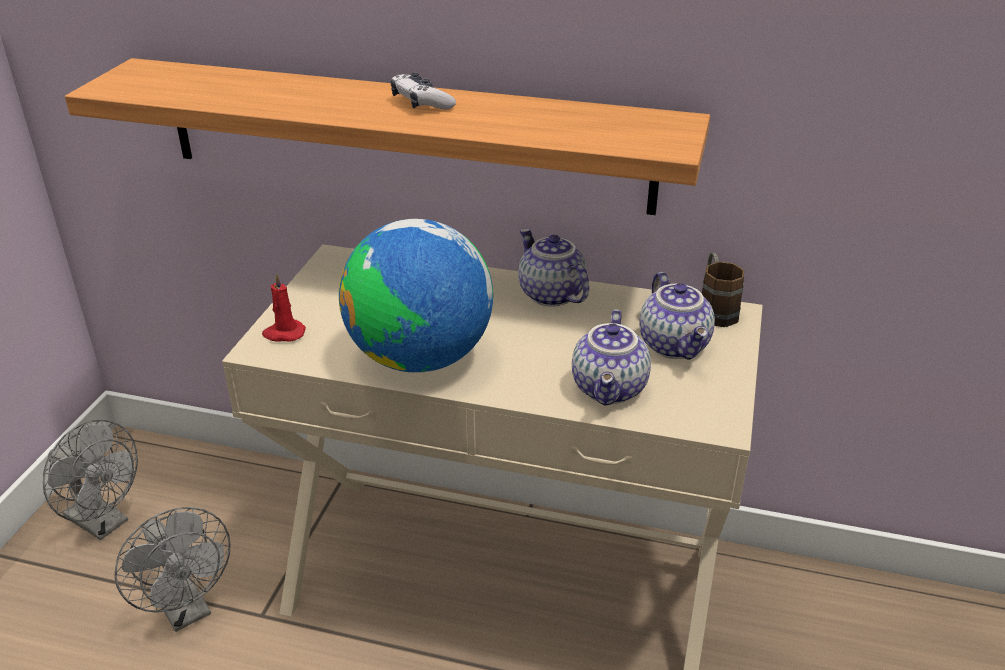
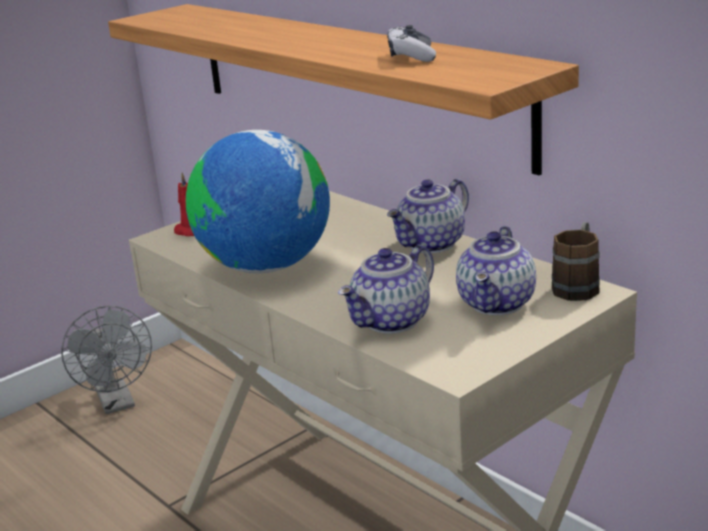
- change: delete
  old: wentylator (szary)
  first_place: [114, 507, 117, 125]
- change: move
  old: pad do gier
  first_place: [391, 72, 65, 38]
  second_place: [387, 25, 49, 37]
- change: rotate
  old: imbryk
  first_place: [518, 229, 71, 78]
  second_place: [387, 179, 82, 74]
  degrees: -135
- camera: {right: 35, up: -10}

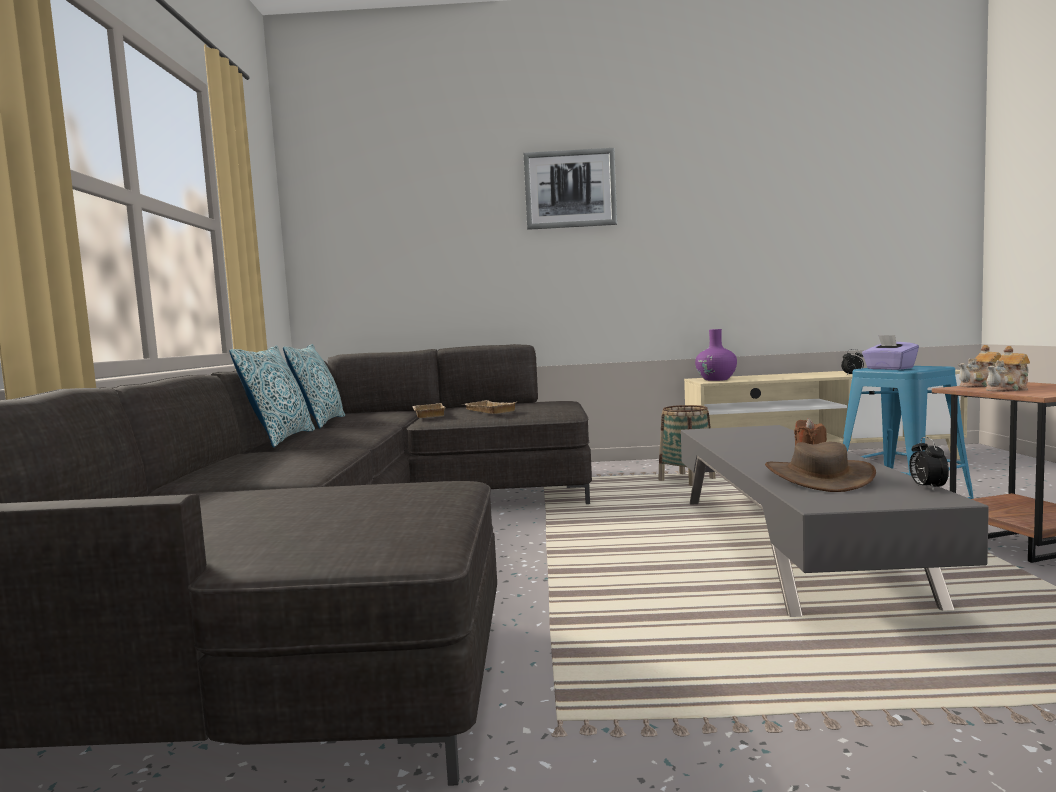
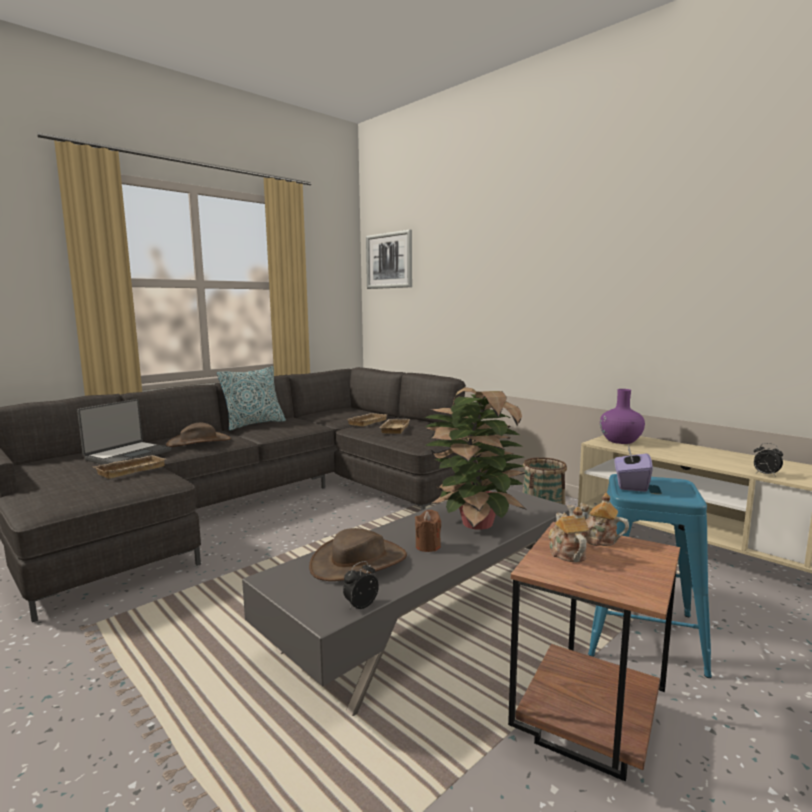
- change: delete
  old: poduszka
  first_place: [283, 344, 62, 84]
- change: insert
  new: laptop
  second_place: [77, 399, 94, 66]
- change: insert
  new: taca (beżowy)
  second_place: [92, 455, 73, 24]
- change: insert
  new: kapelusz (brązowy)
  second_place: [166, 422, 65, 25]
- change: insert
  new: roślina doniczkowa
  second_place: [424, 387, 103, 143]
- change: move
  old: obraz
  first_place: [523, 148, 94, 82]
  second_place: [366, 230, 46, 59]
- change: rotate
  old: imbryk
  first_place: [986, 346, 44, 46]
  second_place: [549, 507, 40, 55]
  degrees: 60
- camera: {right: 45, up: 5}

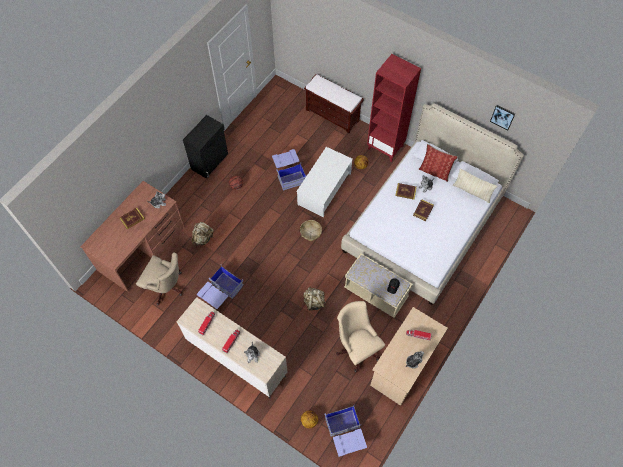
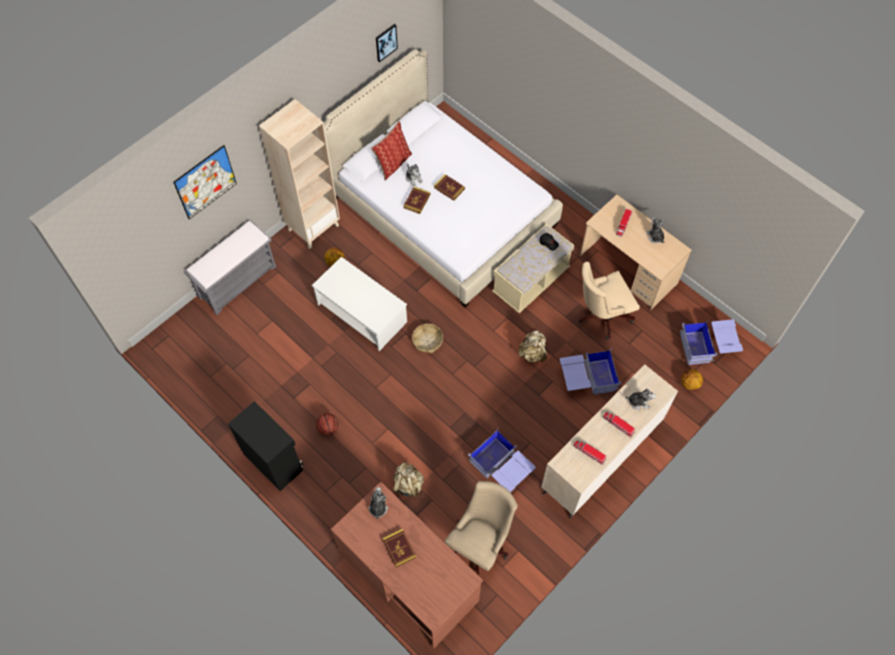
- change: delete
  old: poduszka (beżowy)
  first_place: [453, 168, 45, 35]
- change: insert
  new: obraz
  second_place: [173, 145, 64, 75]
- change: move
  old: pojemnik do przechowywania (niebieski)
  first_place: [272, 149, 35, 41]
  second_place: [560, 348, 61, 47]
- change: recolor
  old: ławka (brązowy)
  new: ławka (szary)
  first_place: [304, 74, 60, 59]
  second_place: [184, 220, 92, 95]
- change: recolor
  old: regał (czerwony)
  new: regał (beżowy)
  first_place: [367, 54, 54, 108]
  second_place: [259, 99, 81, 150]
- camera: {right: -80, up: 0}

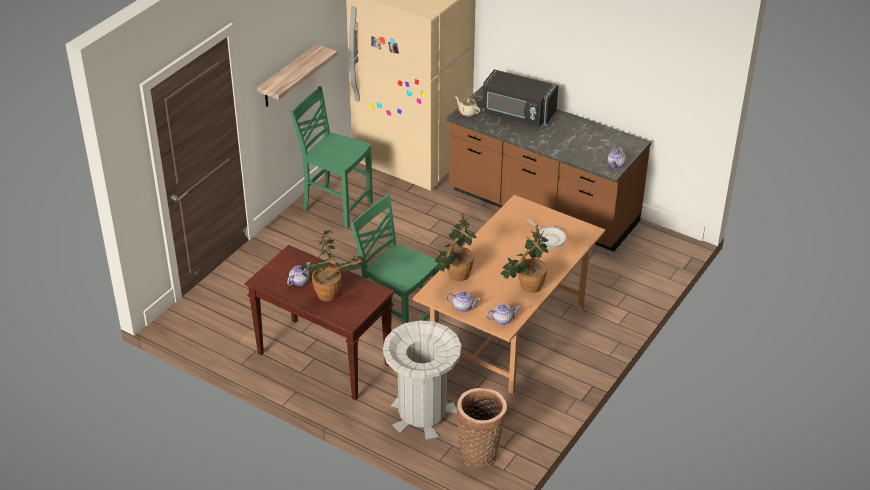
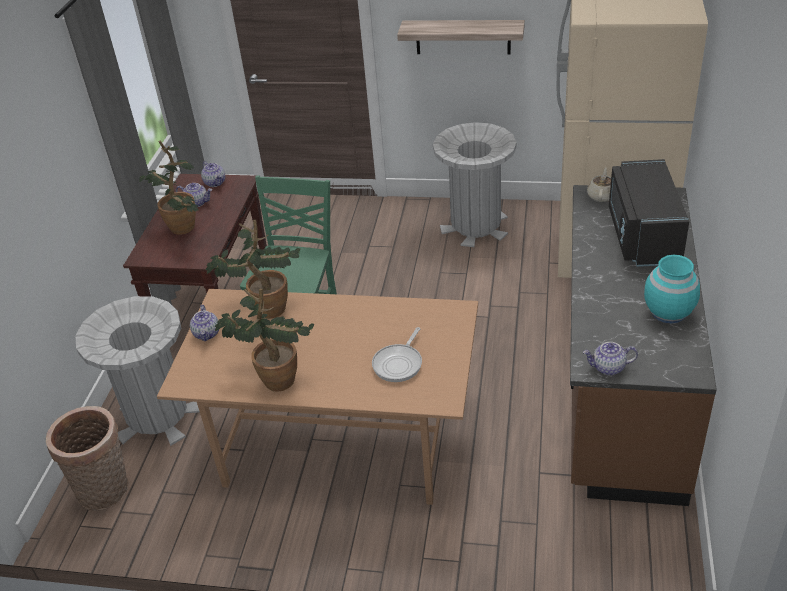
- change: insert
  new: wazon (turkusowy)
  second_place: [644, 255, 56, 68]
- change: move
  old: imbryk
  first_place: [486, 304, 34, 21]
  second_place: [201, 161, 24, 26]
- change: replace
  old: krzesło (zielony)
  new: kosz na śmieci (szary)
  first_place: [291, 86, 82, 143]
  second_place: [433, 122, 83, 125]
- camera: {right: 70, up: 0}

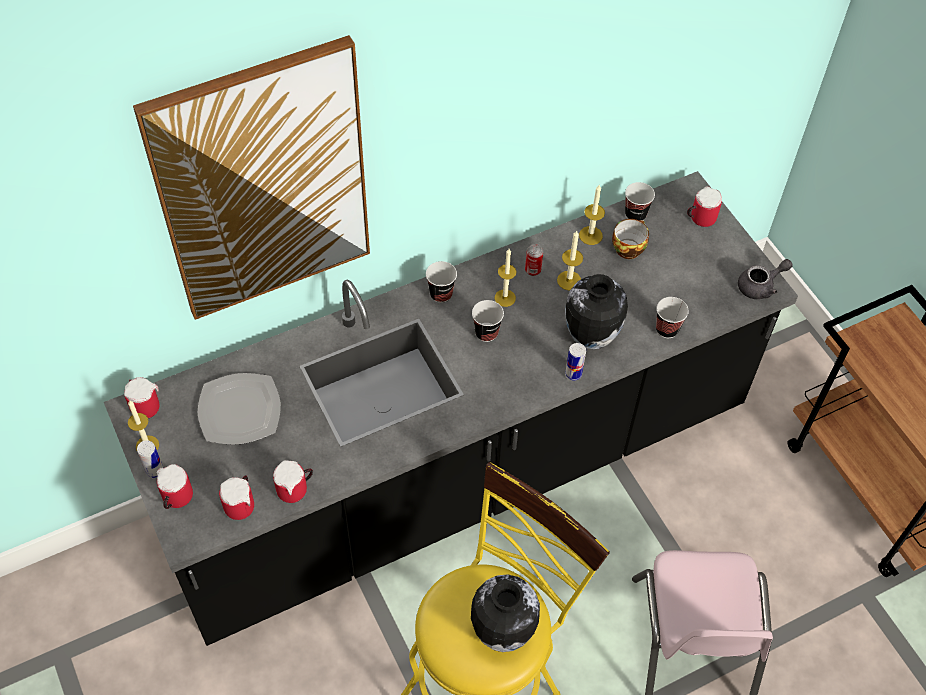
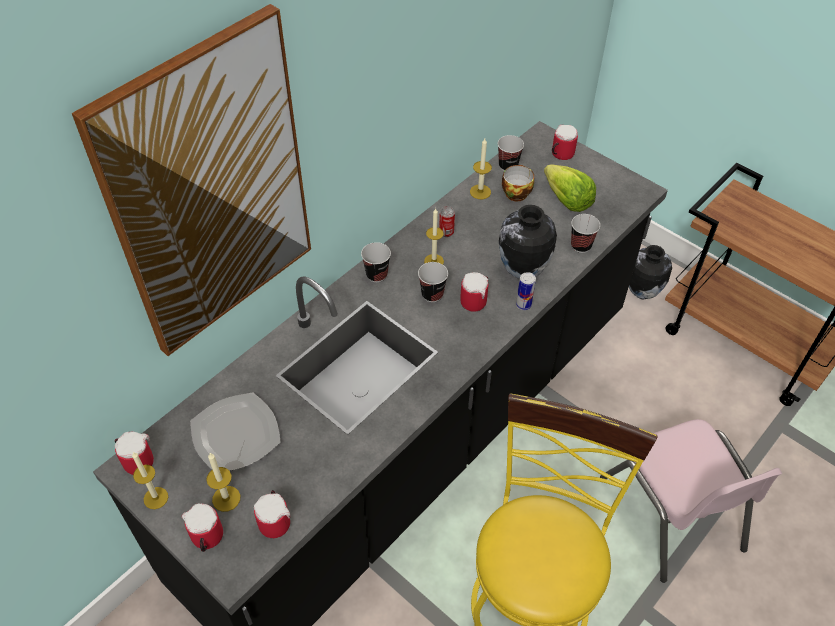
- change: delete
  old: puszka
  first_place: [137, 440, 26, 38]
- change: delete
  old: imbryk (szary)
  first_place: [738, 259, 54, 40]
- change: insert
  new: sałata
  second_place: [544, 164, 52, 48]
- change: move
  old: kubek
  first_place: [273, 460, 40, 43]
  second_place: [460, 272, 28, 40]
- change: move
  old: wazon
  first_place: [471, 574, 69, 78]
  second_place: [629, 245, 43, 54]
- change: move
  old: świeca
  first_place: [557, 231, 26, 60]
  second_place: [206, 453, 35, 59]
- camera: {right: -20, up: -5}

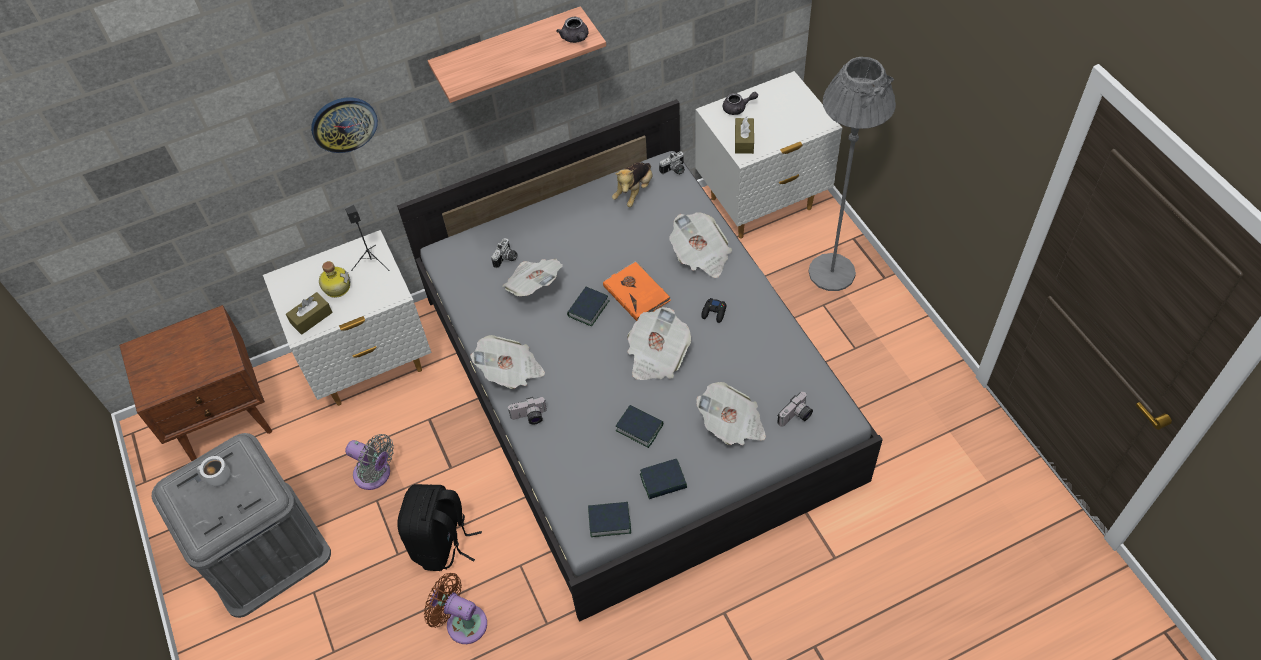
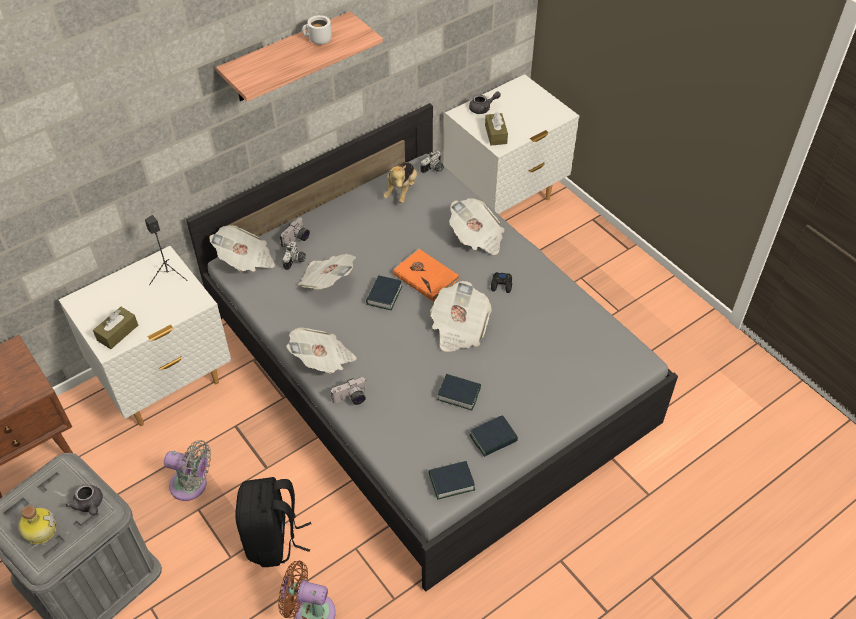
- change: delete
  old: zegar ścienny
  first_place: [311, 98, 67, 55]
- change: delete
  old: lampa stojąca (szary)
  first_place: [809, 57, 87, 234]
- change: move
  old: kubek (biały)
  first_place: [197, 456, 34, 30]
  second_place: [302, 15, 30, 29]
- change: move
  old: butelka
  first_place: [319, 261, 31, 37]
  second_place: [18, 505, 38, 39]
- change: move
  old: imbryk (szary)
  first_place: [556, 17, 32, 26]
  second_place: [66, 484, 37, 31]
- change: move
  old: gazeta
  first_place: [696, 382, 70, 63]
  second_place: [210, 225, 65, 47]
- change: move
  old: aparat fotograficzny
  first_place: [777, 392, 36, 35]
  second_place: [280, 217, 30, 31]
- camera: {right: -15, up: -5}

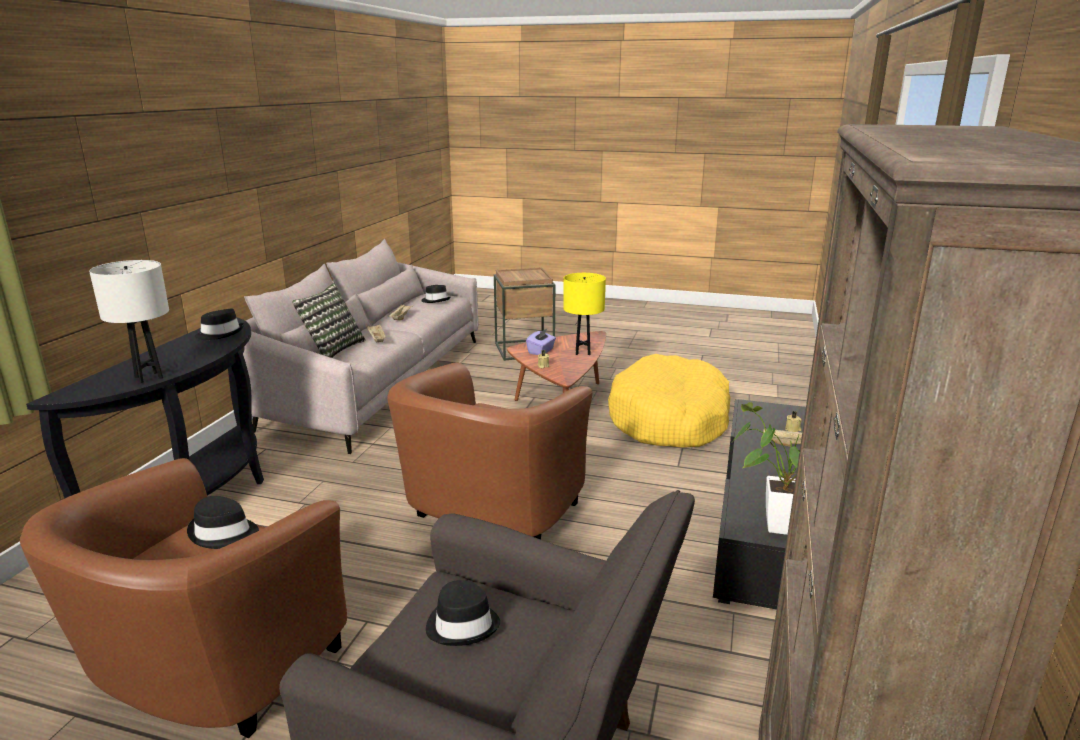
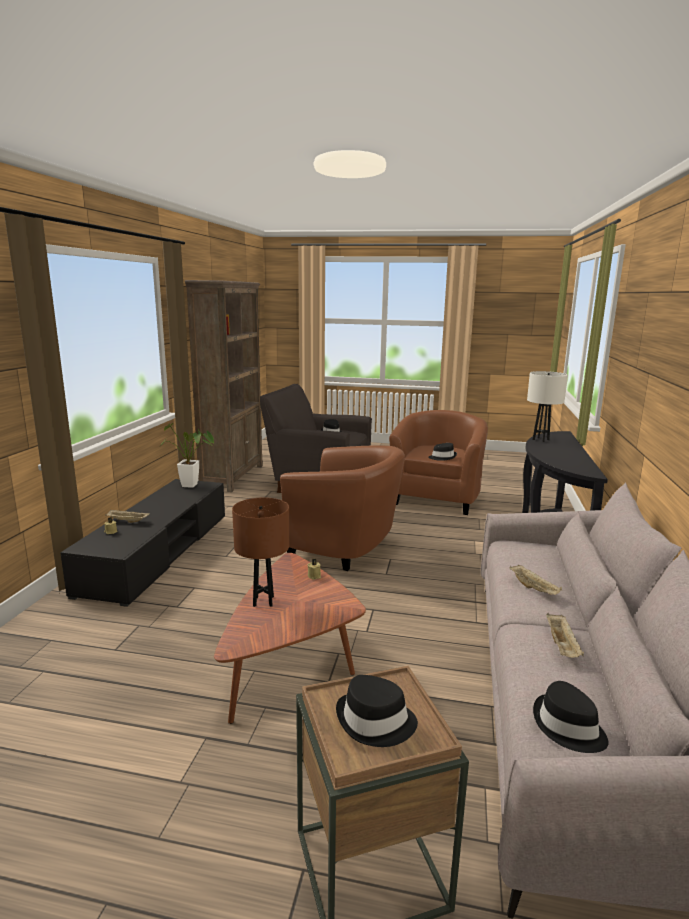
- change: delete
  old: poduszka
  first_place: [292, 283, 73, 75]
- change: delete
  old: pudełko chusteczek (fioletowy)
  first_place: [526, 329, 30, 26]
- change: delete
  old: legowisko (żółty)
  first_place: [608, 354, 122, 94]
- change: move
  old: kapelusz (czarny)
  first_place: [195, 309, 49, 31]
  second_place: [336, 675, 82, 72]
- change: recolor
  old: lampa stołowa (żółty)
  new: lampa stołowa (brązowy)
  first_place: [563, 273, 43, 82]
  second_place: [232, 497, 57, 110]
- change: rotate
  old: fotel (brązowy)
  first_place: [387, 362, 206, 177]
  second_place: [280, 445, 125, 126]
  degrees: 90
- camera: {right: 175, up: -5}

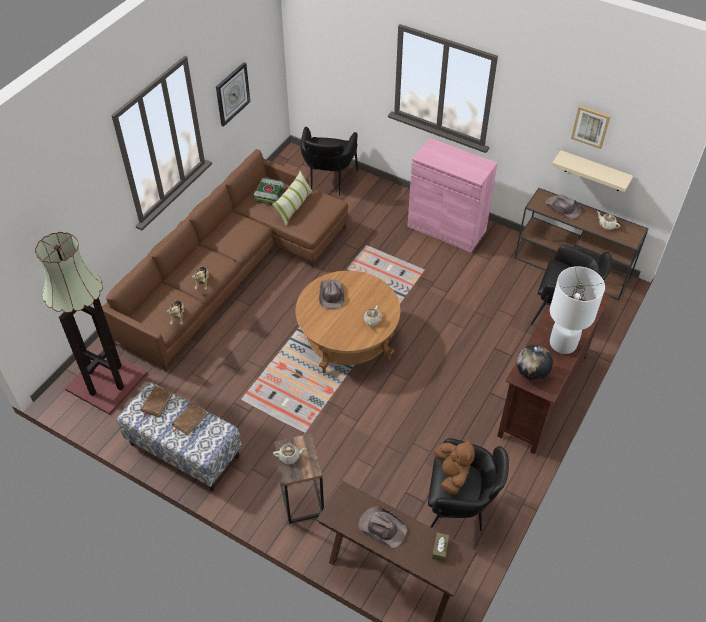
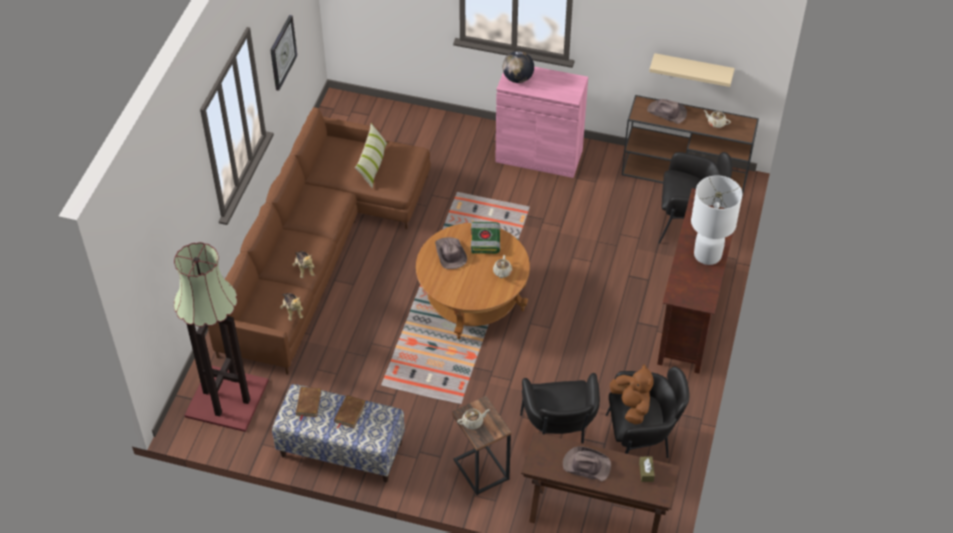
- change: delete
  old: obraz
  first_place: [571, 106, 40, 43]
- change: move
  old: książka
  first_place: [254, 178, 31, 27]
  second_place: [470, 222, 30, 32]
- change: move
  old: fotel (czarny)
  first_place: [300, 127, 58, 69]
  second_place: [520, 373, 80, 71]
- change: move
  old: globus
  first_place: [517, 345, 36, 36]
  second_place: [503, 51, 31, 32]
- camera: {right: -15, up: 0}

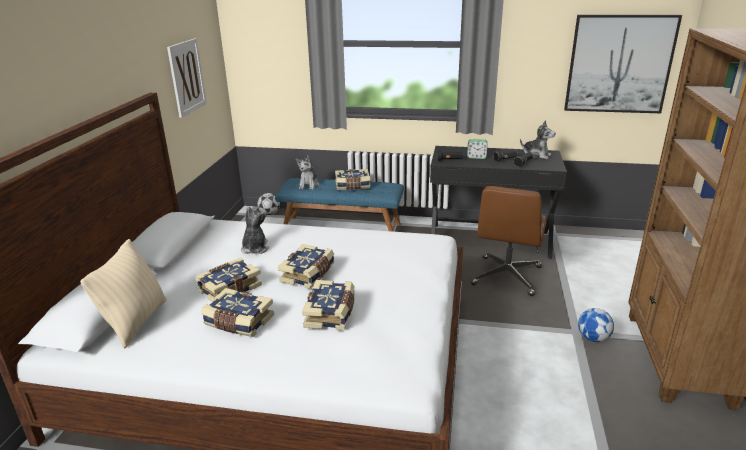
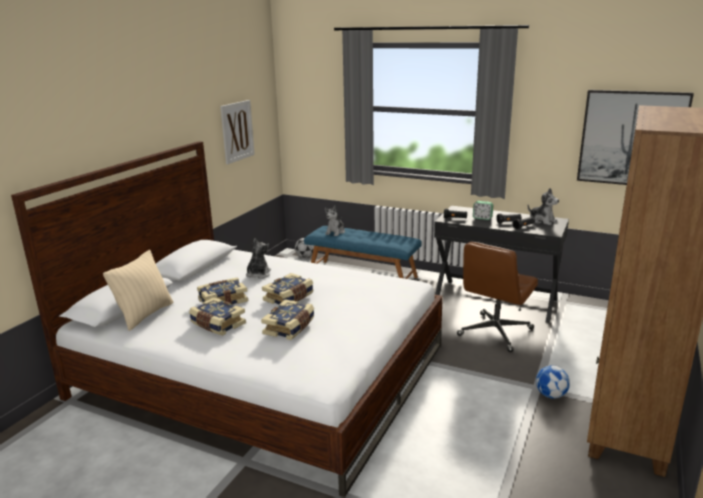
- change: delete
  old: książka
  first_place: [335, 169, 35, 21]
- camera: {right: 15, up: -5}

